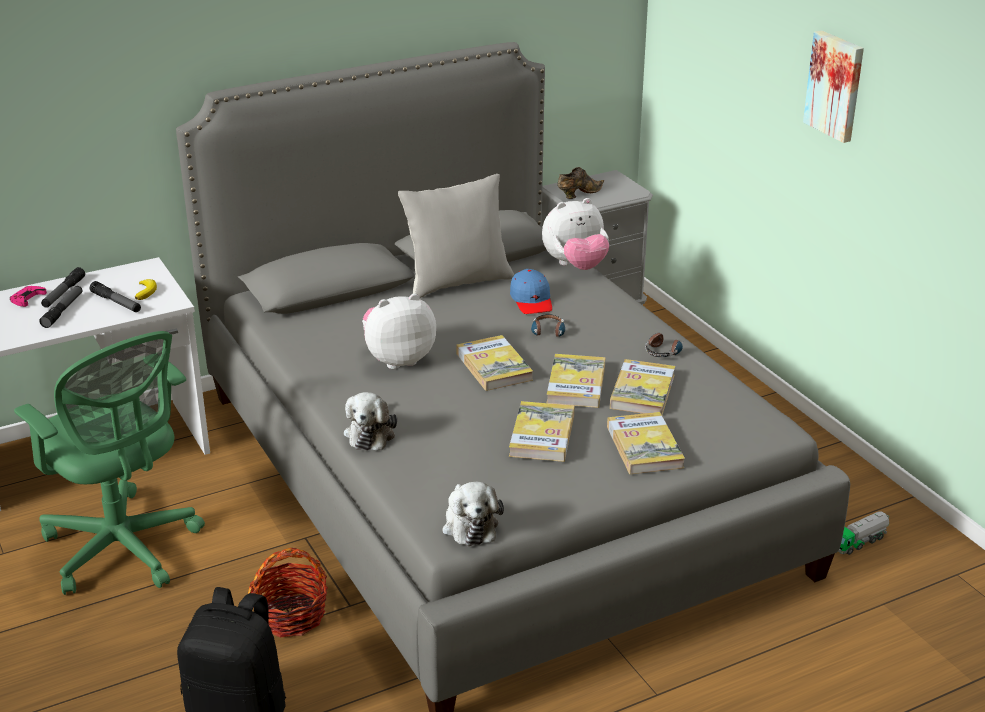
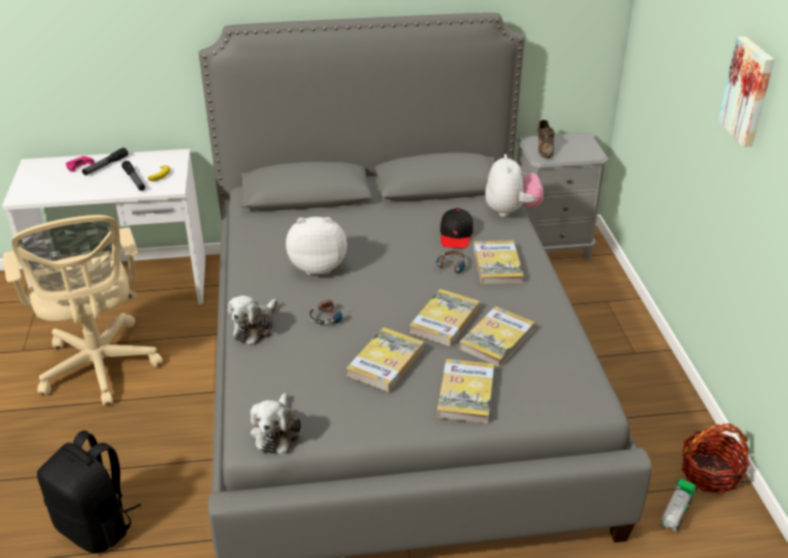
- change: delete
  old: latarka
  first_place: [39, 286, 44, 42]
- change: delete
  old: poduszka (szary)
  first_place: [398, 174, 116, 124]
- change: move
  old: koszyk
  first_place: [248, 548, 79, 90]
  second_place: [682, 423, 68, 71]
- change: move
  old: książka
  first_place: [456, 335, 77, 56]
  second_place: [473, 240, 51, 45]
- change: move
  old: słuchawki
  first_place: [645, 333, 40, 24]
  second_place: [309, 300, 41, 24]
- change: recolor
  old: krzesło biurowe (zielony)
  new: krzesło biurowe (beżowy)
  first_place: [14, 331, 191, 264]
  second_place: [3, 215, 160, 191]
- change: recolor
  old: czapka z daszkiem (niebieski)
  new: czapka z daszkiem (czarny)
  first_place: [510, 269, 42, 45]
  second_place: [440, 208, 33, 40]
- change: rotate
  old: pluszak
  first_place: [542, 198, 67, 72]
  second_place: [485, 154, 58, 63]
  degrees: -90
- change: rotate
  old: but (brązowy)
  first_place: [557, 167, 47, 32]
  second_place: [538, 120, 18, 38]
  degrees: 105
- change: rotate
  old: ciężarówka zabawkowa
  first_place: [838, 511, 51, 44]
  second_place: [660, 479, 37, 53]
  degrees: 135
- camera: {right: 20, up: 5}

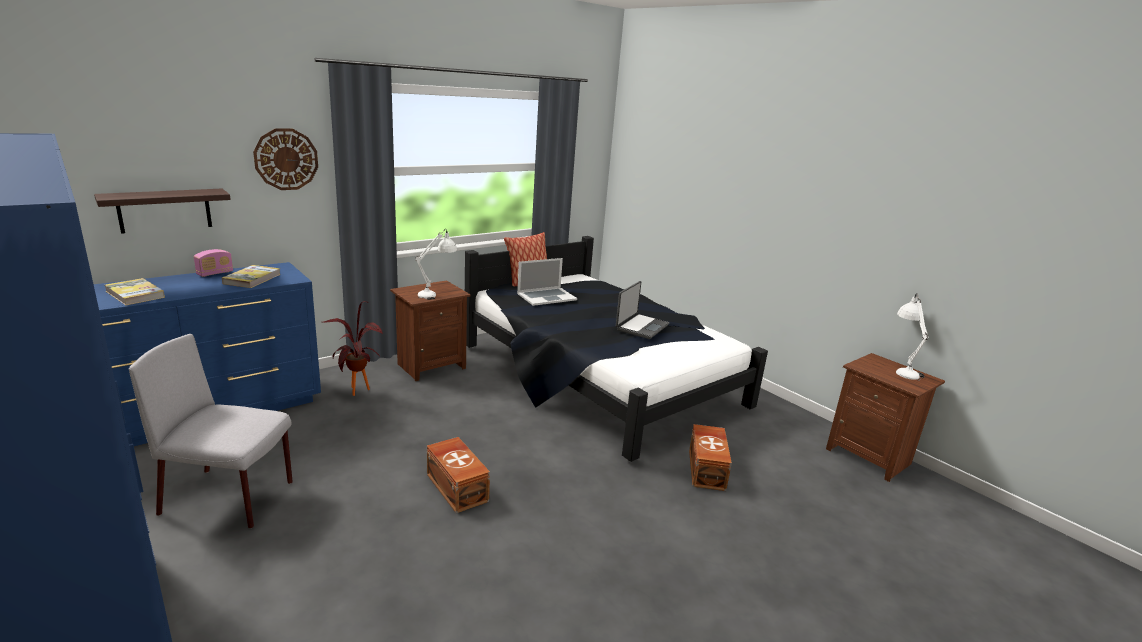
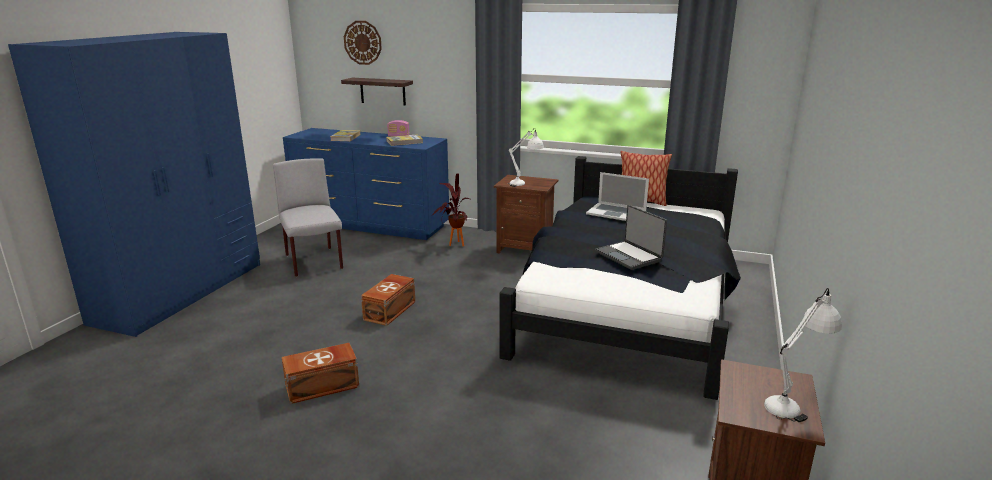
- change: move
  old: zegar ścienny
  first_place: [253, 128, 65, 62]
  second_place: [344, 21, 38, 44]
- change: move
  old: pojemnik do przechowywania (brązowy)
  first_place: [689, 424, 43, 67]
  second_place: [282, 343, 77, 61]
- change: rotate
  old: laptop
  first_place: [616, 281, 53, 58]
  second_place: [595, 205, 72, 65]
  degrees: 60
- camera: {right: 60, up: 0}

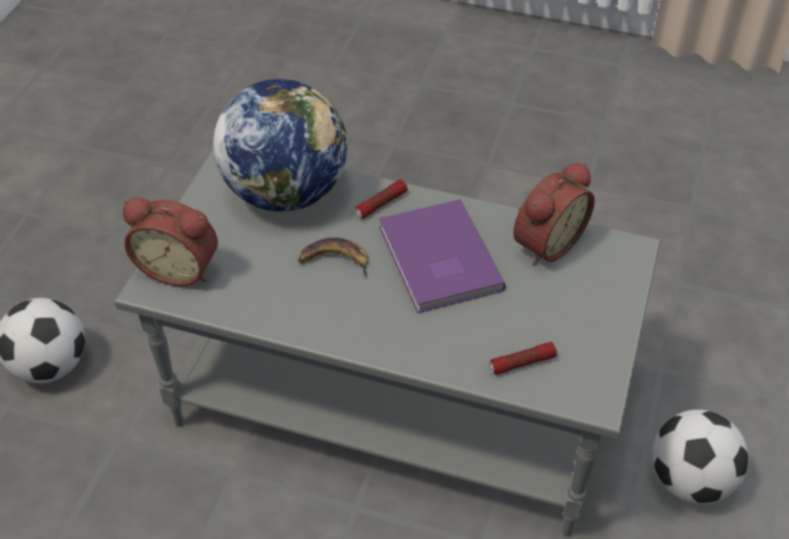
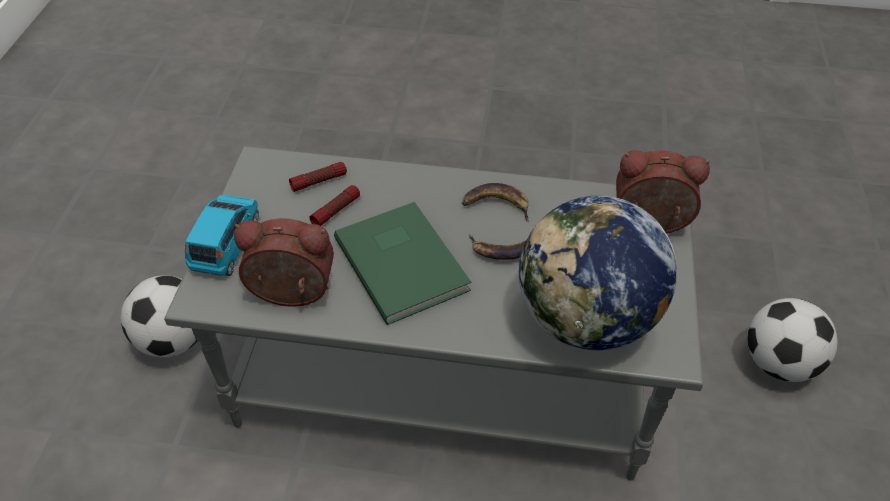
- change: insert
  new: samochodzik (niebieski)
  second_place: [185, 195, 74, 81]
- change: insert
  new: banan
  second_place: [462, 183, 67, 38]
- change: move
  old: latarka
  first_place: [355, 179, 52, 39]
  second_place: [309, 185, 51, 41]
- change: recolor
  old: książka (fioletowy)
  new: książka (zielony)
  first_place: [379, 199, 127, 114]
  second_place: [334, 202, 137, 123]
- change: rotate
  old: budzik
  first_place: [513, 162, 82, 103]
  second_place: [234, 218, 100, 89]
  degrees: 60
- camera: {right: 170, up: 0}

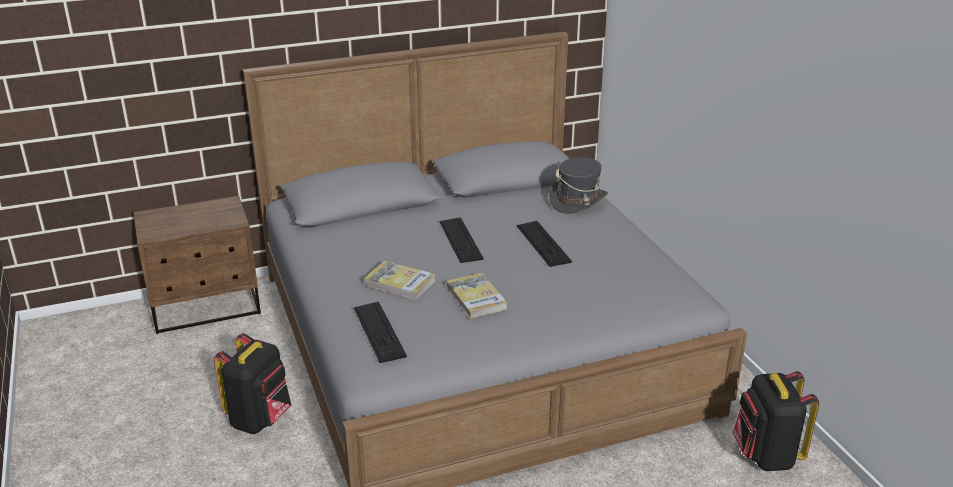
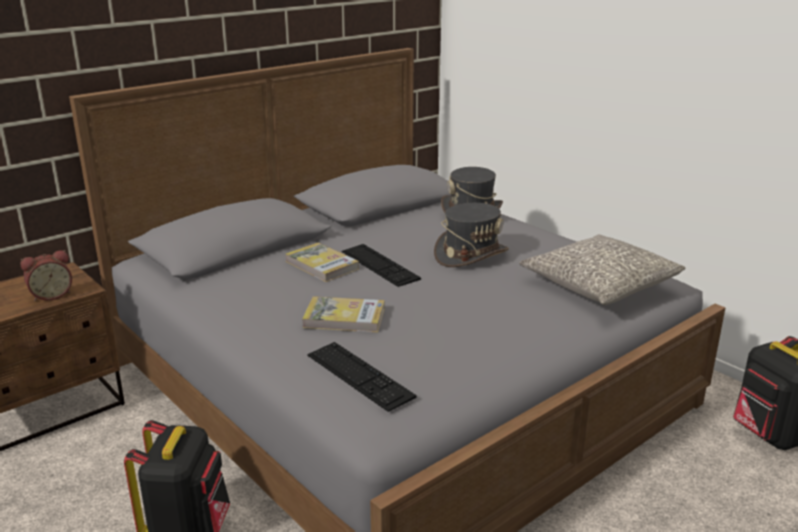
- change: insert
  new: budzik
  second_place: [20, 250, 52, 51]
- change: insert
  new: poduszka (szary)
  second_place: [519, 235, 166, 70]
- change: move
  old: książka
  first_place: [447, 273, 60, 46]
  second_place: [286, 243, 73, 39]
- change: replace
  old: klawiatura
  new: kapelusz (szary)
  first_place: [516, 221, 56, 46]
  second_place: [434, 203, 75, 64]
- camera: {right: -20, up: -5}

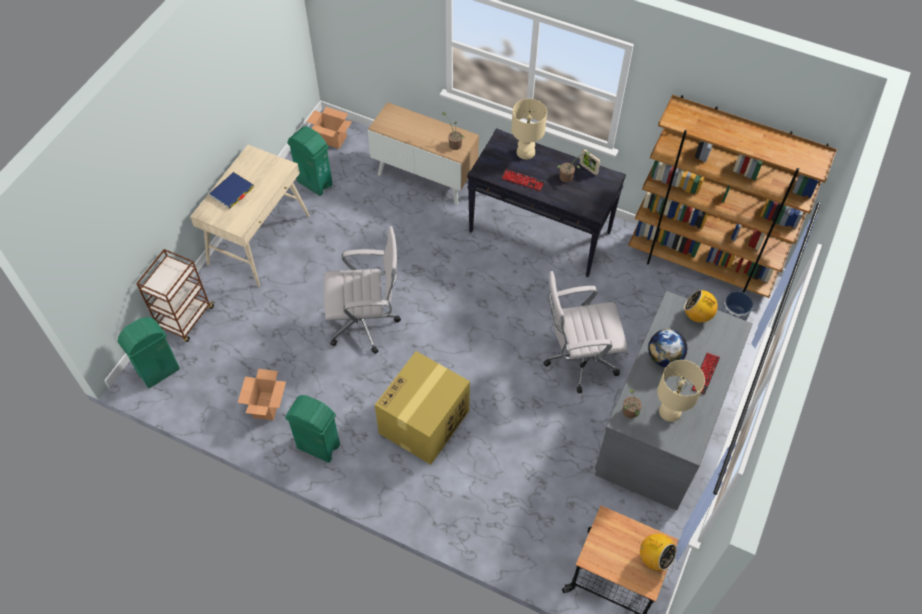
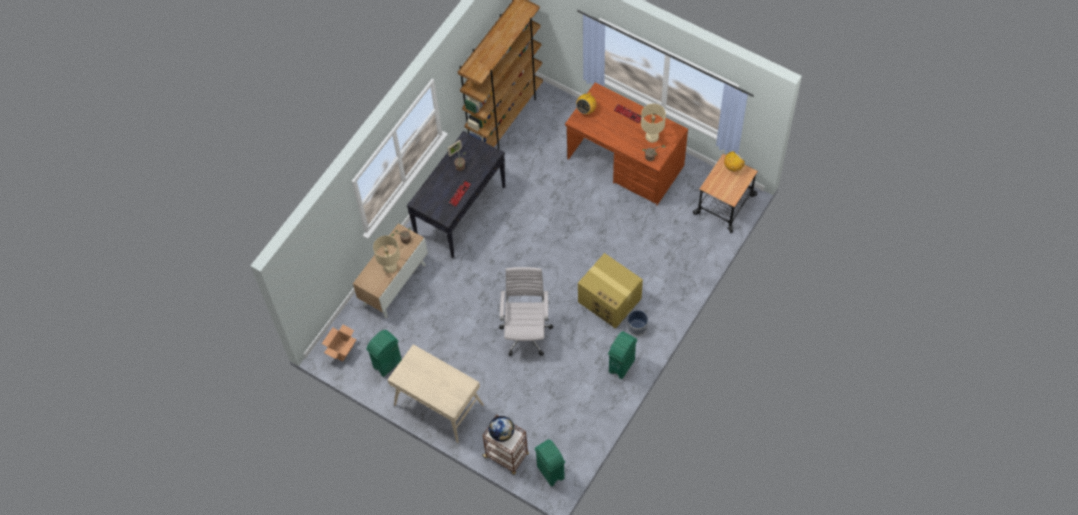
- change: delete
  old: książka (niebieski)
  first_place: [209, 172, 45, 37]
- change: delete
  old: karton
  first_place: [238, 369, 48, 51]
- change: delete
  old: krzesło biurowe (biały)
  first_place: [544, 271, 84, 123]
- change: move
  old: lampa stołowa (beżowy)
  first_place: [511, 99, 36, 61]
  second_place: [373, 235, 27, 38]
- change: move
  old: globus
  first_place: [648, 329, 39, 38]
  second_place: [489, 416, 25, 26]
- change: move
  old: donica
  first_place: [721, 291, 32, 30]
  second_place: [628, 310, 20, 26]
- change: recolor
  old: biurko (szary)
  new: biurko (brązowy)
  first_place: [595, 291, 158, 219]
  second_place: [565, 83, 123, 122]
- camera: {right: -80, up: 5}

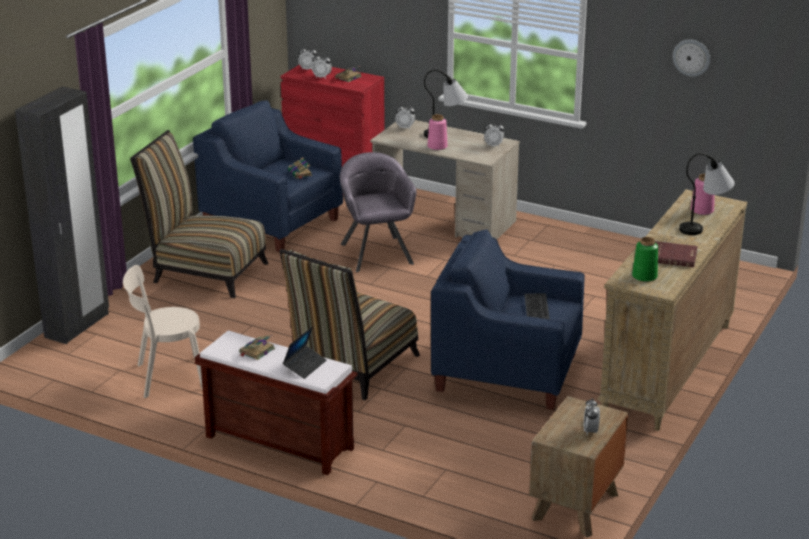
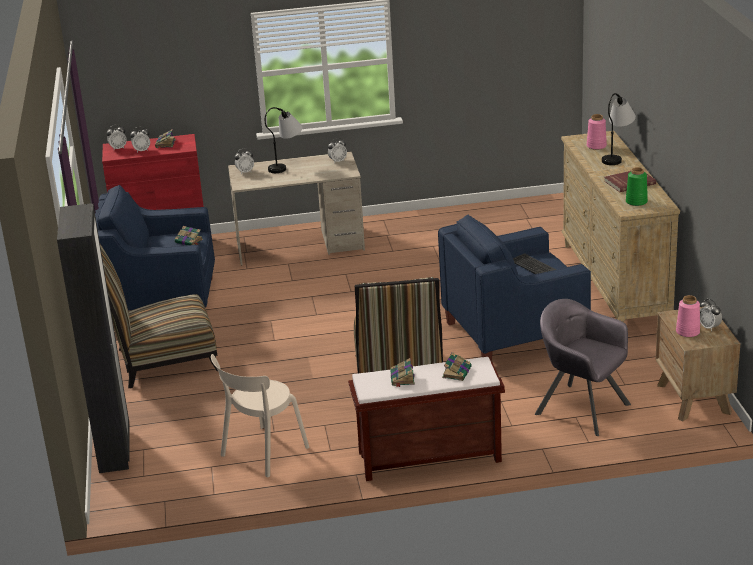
- change: delete
  old: zegar ścienny
  first_place: [673, 39, 37, 38]
- change: move
  old: fotel (szary)
  first_place: [340, 152, 77, 120]
  second_place: [535, 299, 96, 137]
- change: move
  old: wazon (różowy)
  first_place: [428, 114, 20, 36]
  second_place: [676, 295, 24, 42]
- change: replace
  old: laptop
  new: książka
  first_place: [283, 326, 43, 53]
  second_place: [442, 352, 30, 29]
- camera: {right: -35, up: 0}

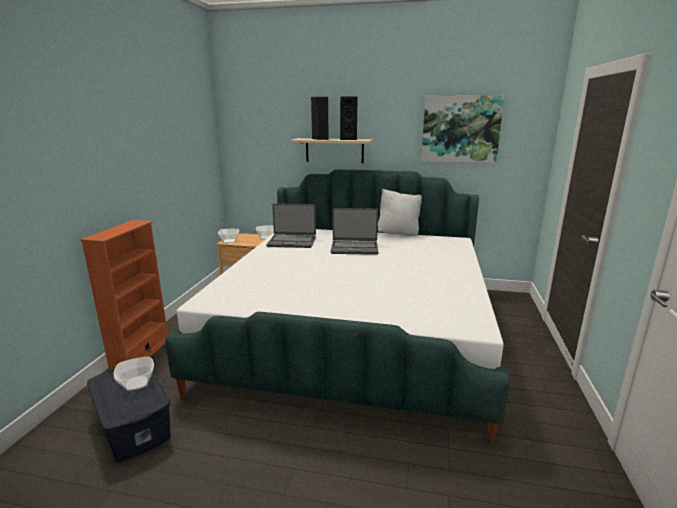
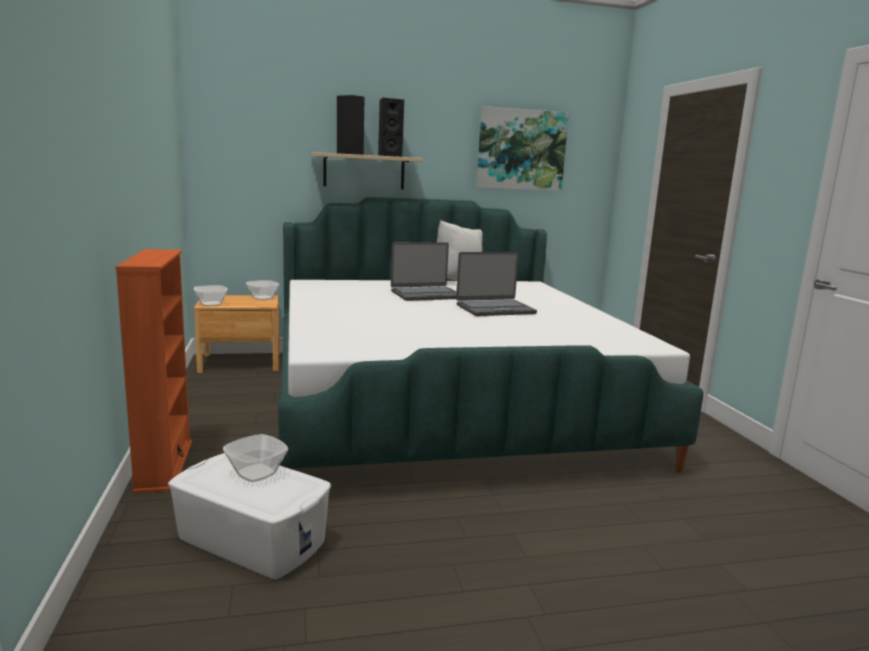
- change: move
  old: laptop
  first_place: [267, 203, 49, 45]
  second_place: [456, 252, 81, 64]
- change: recolor
  old: pojemnik do przechowywania (niebieski)
  new: pojemnik do przechowywania (biały)
  first_place: [87, 369, 84, 93]
  second_place: [168, 453, 163, 127]
- camera: {right: -25, up: -5}

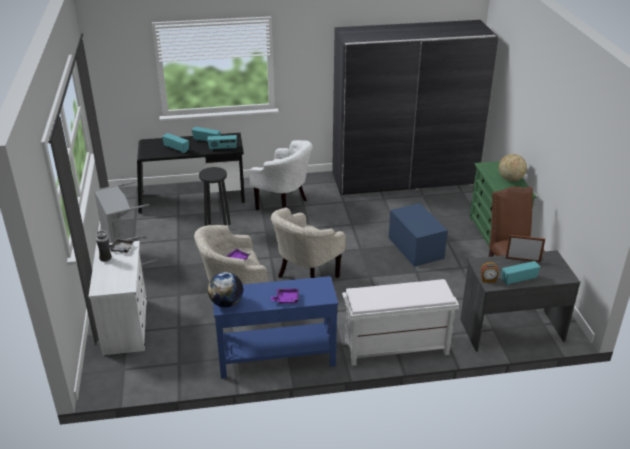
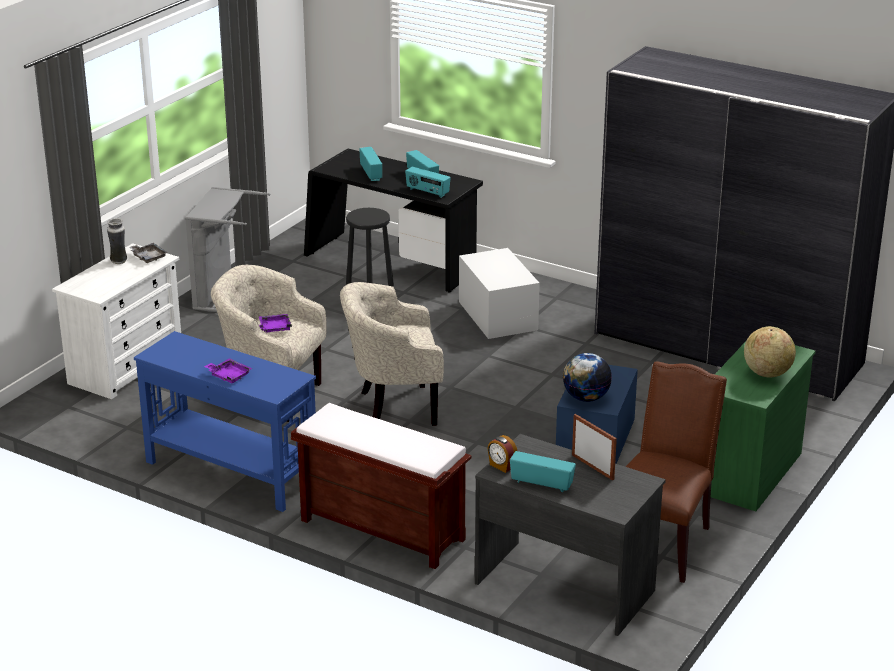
- change: move
  old: globus
  first_place: [208, 272, 35, 35]
  second_place: [563, 353, 49, 49]
- change: replace
  old: fotel (biały)
  new: pojemnik do przechowywania (biały)
  first_place: [249, 140, 64, 70]
  second_place: [459, 248, 81, 91]
- change: recolor
  old: ławka (biały)
  new: ławka (brązowy)
  first_place: [342, 279, 117, 87]
  second_place: [291, 403, 181, 166]
- camera: {right: 40, up: -5}

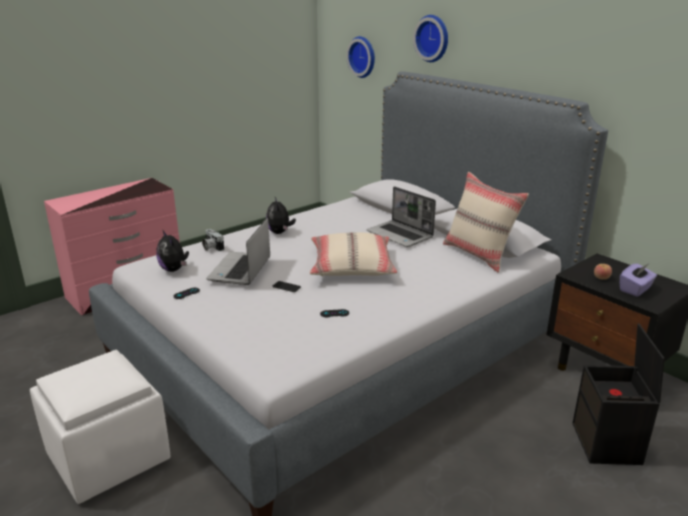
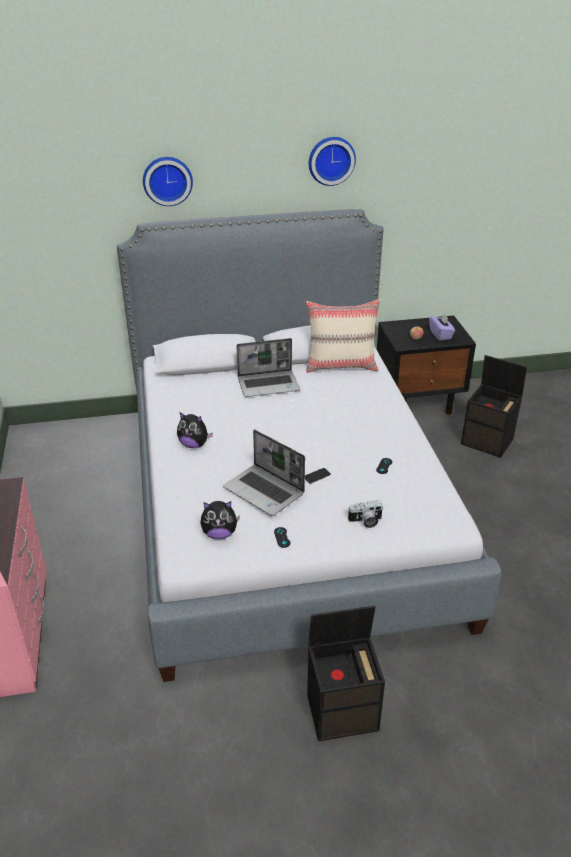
- change: delete
  old: poduszka (beżowy)
  first_place: [310, 232, 87, 45]
- change: move
  old: aparat fotograficzny
  first_place: [202, 229, 22, 22]
  second_place: [347, 501, 36, 27]
- change: move
  old: zegar ścienny
  first_place: [346, 36, 29, 42]
  second_place: [309, 137, 47, 49]
- change: replace
  old: pufa (biały)
  new: pojemnik do przechowywania (czarny)
  first_place: [30, 350, 141, 154]
  second_place: [307, 605, 78, 136]
- camera: {right: -60, up: 10}

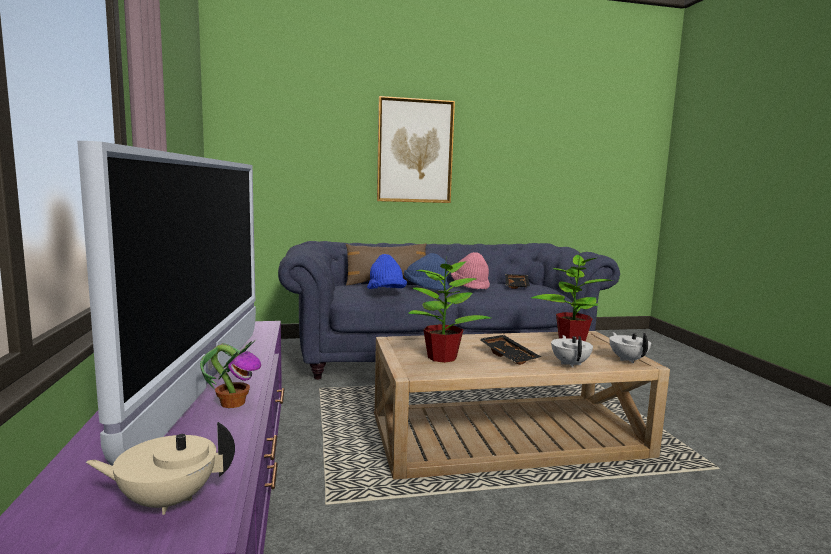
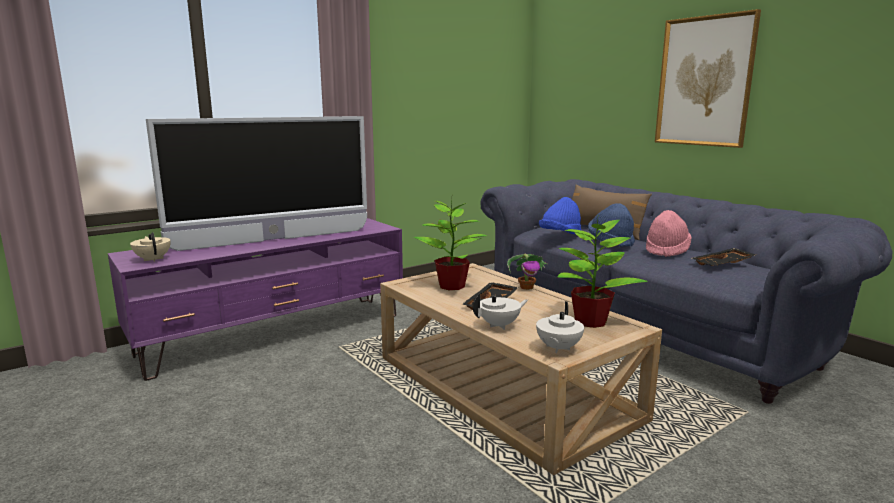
- change: move
  old: roślina doniczkowa
  first_place: [200, 340, 61, 68]
  second_place: [507, 254, 40, 36]
- change: rotate
  old: imbryk (biały)
  first_place: [609, 332, 42, 31]
  second_place: [536, 301, 48, 52]
  degrees: 150
- camera: {right: 65, up: 5}

